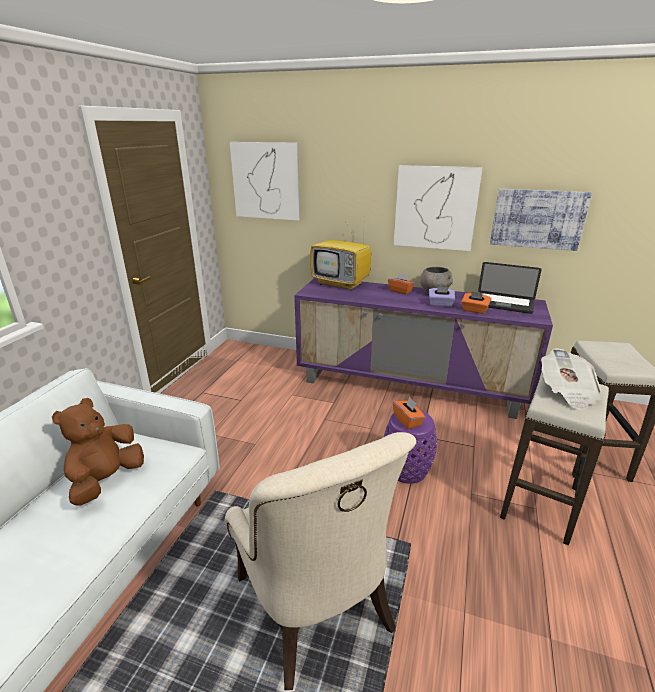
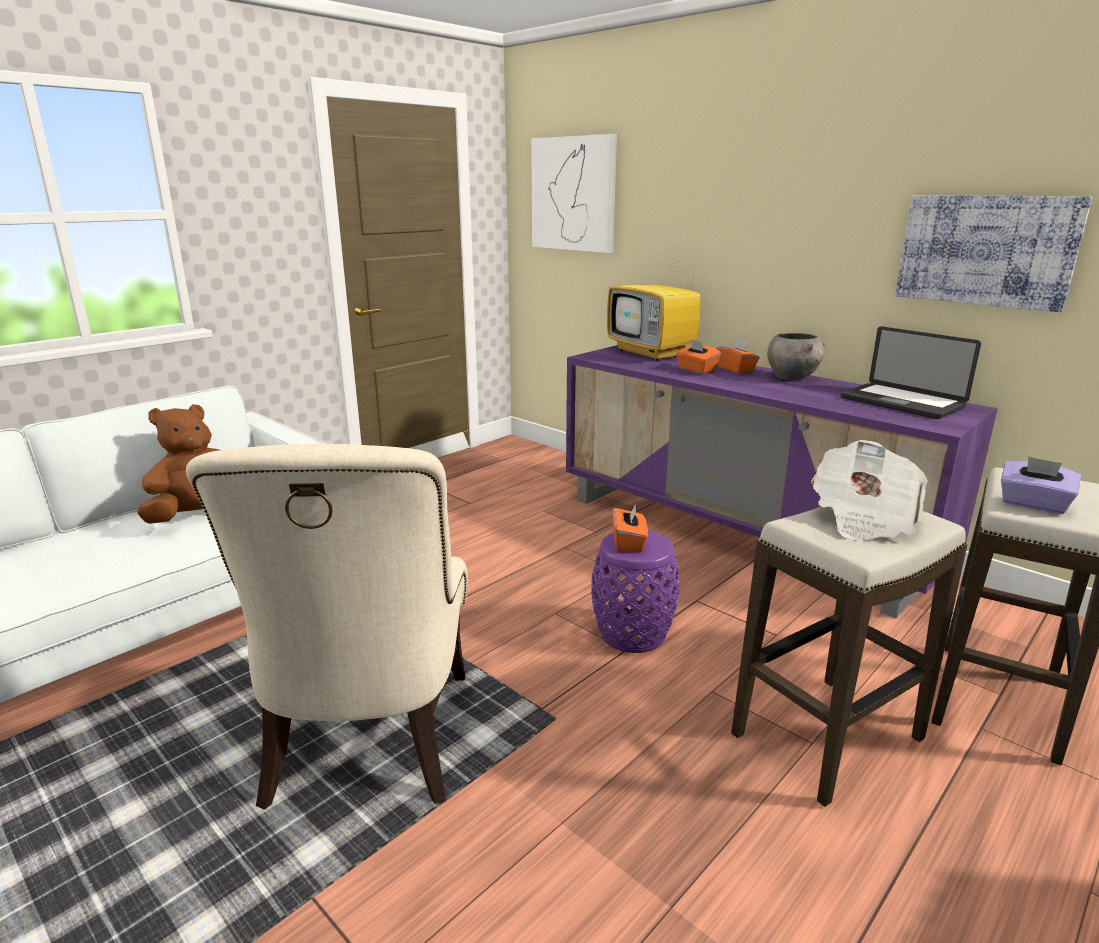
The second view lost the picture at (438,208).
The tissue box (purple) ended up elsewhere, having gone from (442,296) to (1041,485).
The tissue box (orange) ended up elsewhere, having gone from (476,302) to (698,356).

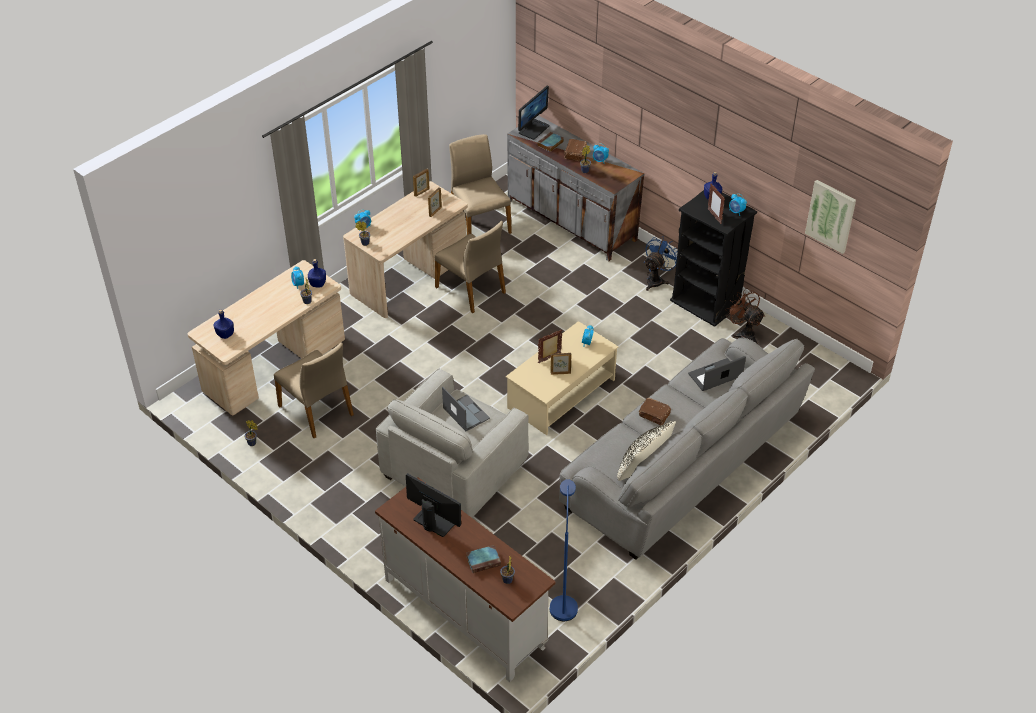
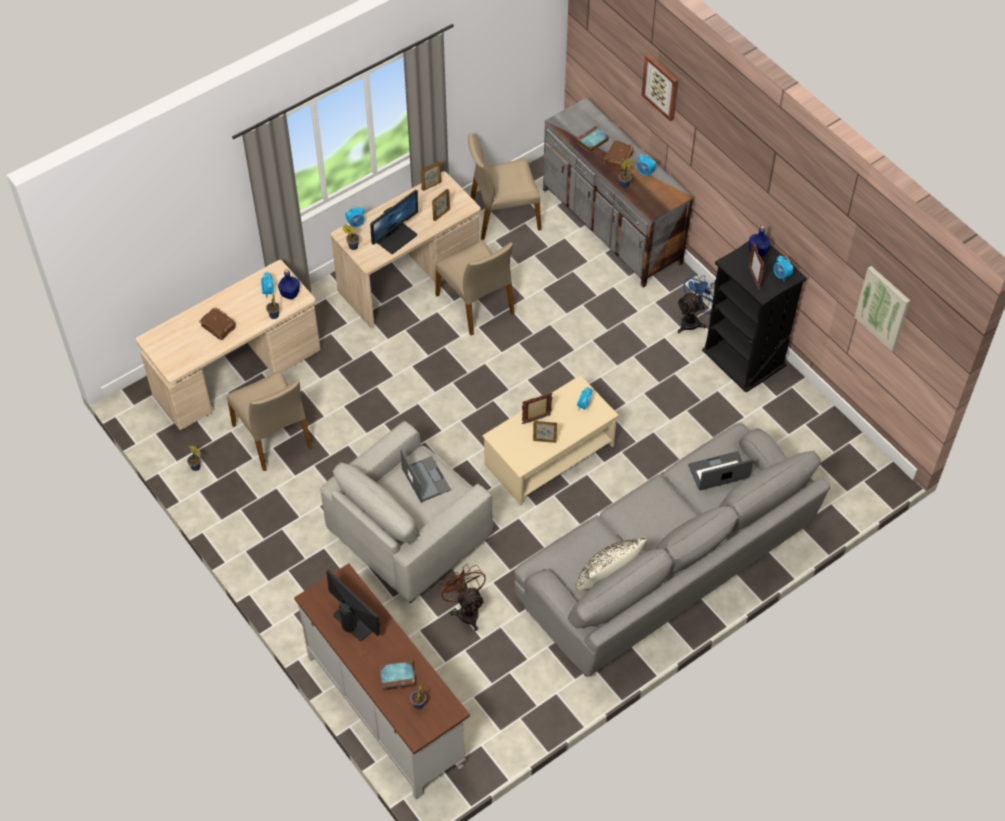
The second view lost the bottle (blue) at (224,324).
The chair (beige) at (480,184) ended up facing another way, 90 degrees counterclockwise from before.
The monitor ended up elsewhere, having gone from (533,113) to (394,222).
The second view lost the floor lamp (blue) at (564,550).
The book (brown) ended up elsewhere, having gone from (654,411) to (217,324).
The fan (brown) ended up elsewhere, having gone from (745,316) to (462,597).
The second view gained the picture at (660,88).

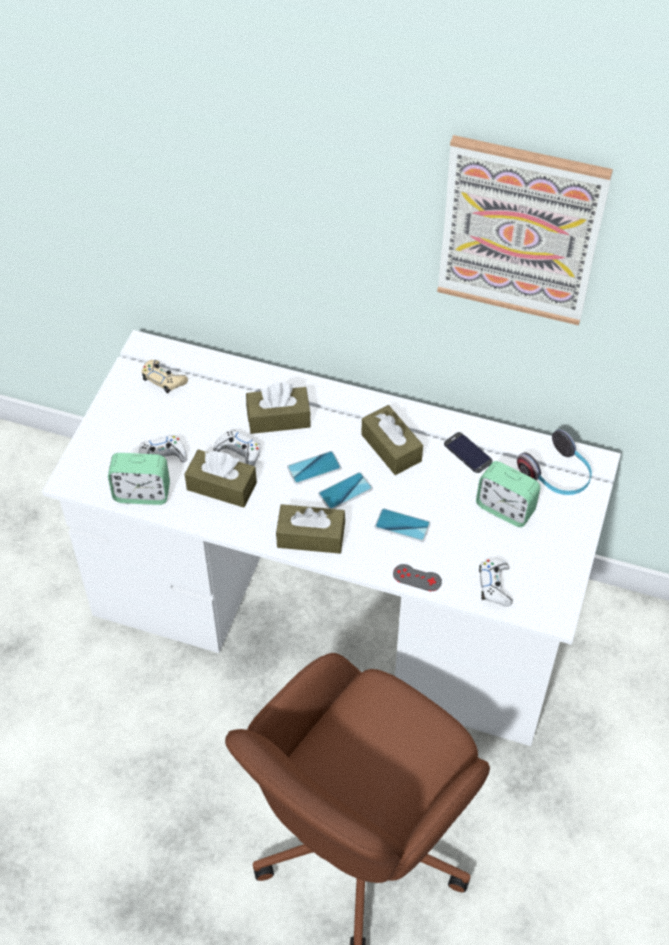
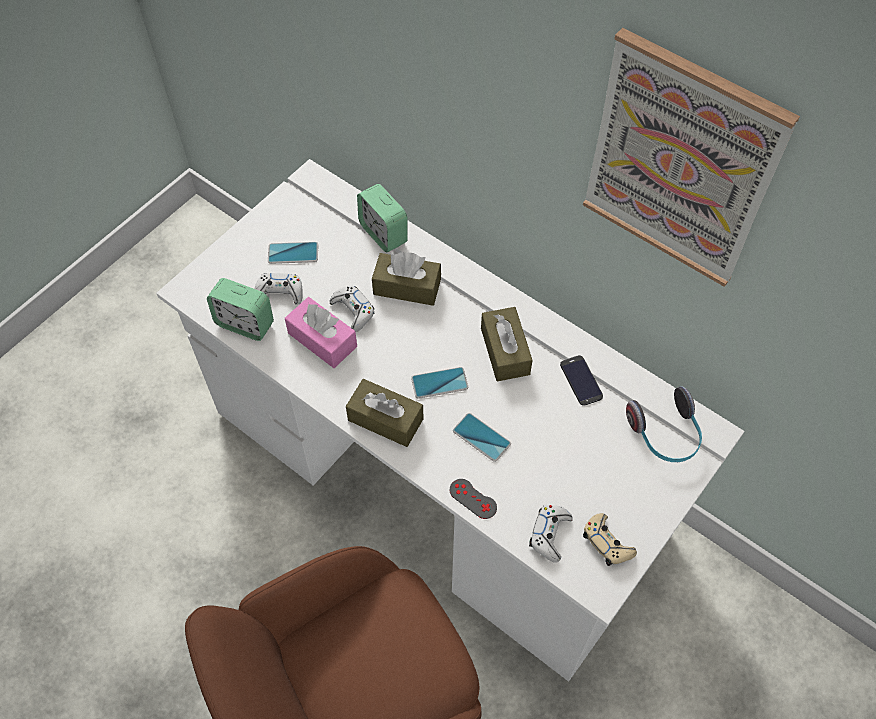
The game controller (beige) ended up elsewhere, having gone from (165,376) to (610,539).
What was the tissue box (brown) at (221,478) turned into the tissue box (pink) at (321,332).
The phone ended up elsewhere, having gone from (314,467) to (293,253).
The alarm clock ended up elsewhere, having gone from (508,494) to (382,218).

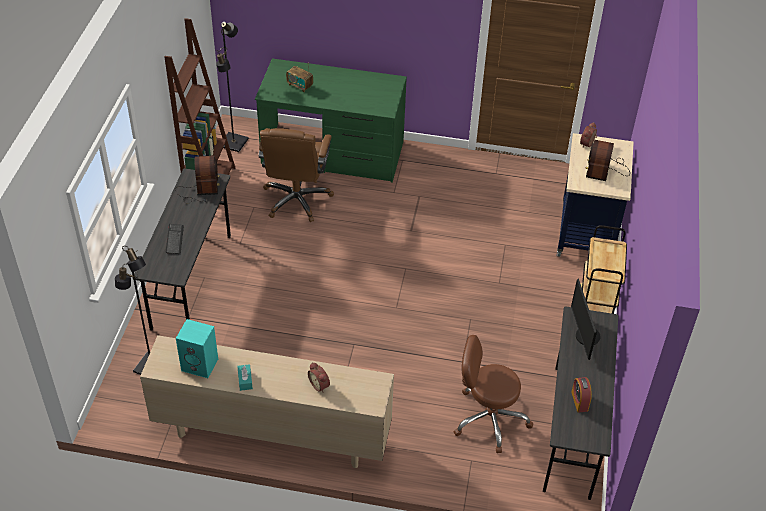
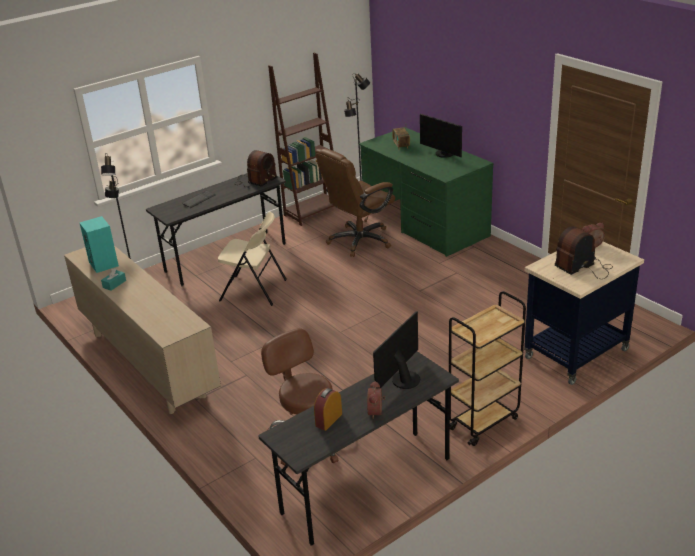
The alarm clock ended up elsewhere, having gone from (319,377) to (376,400).
The second view gained the chair (beige) at (252,259).
The second view gained the monitor at (441,136).

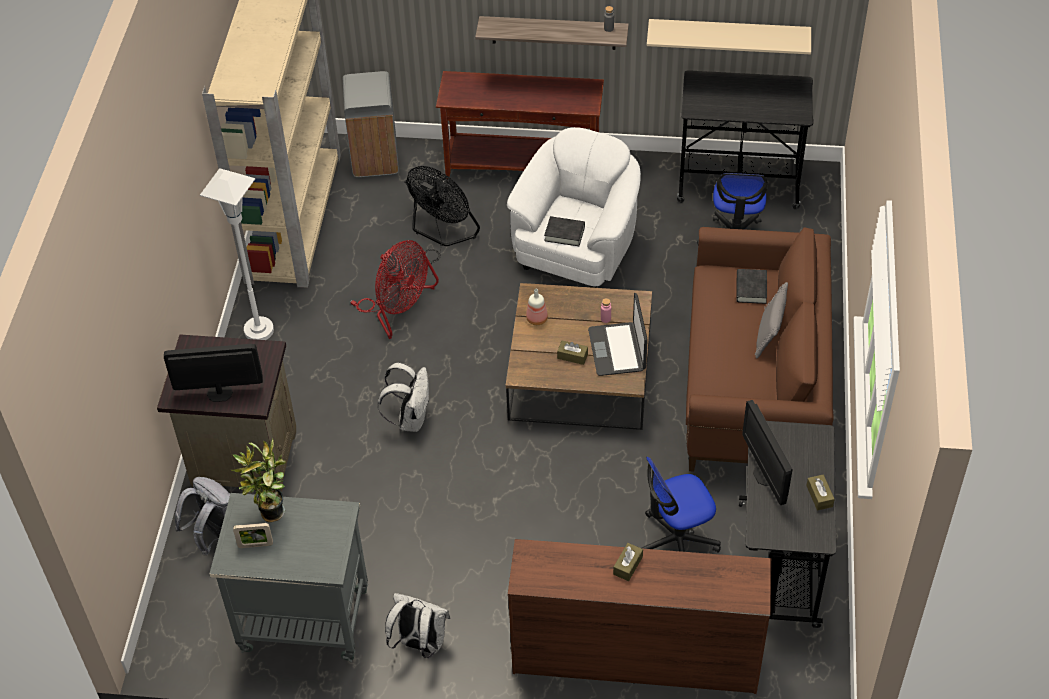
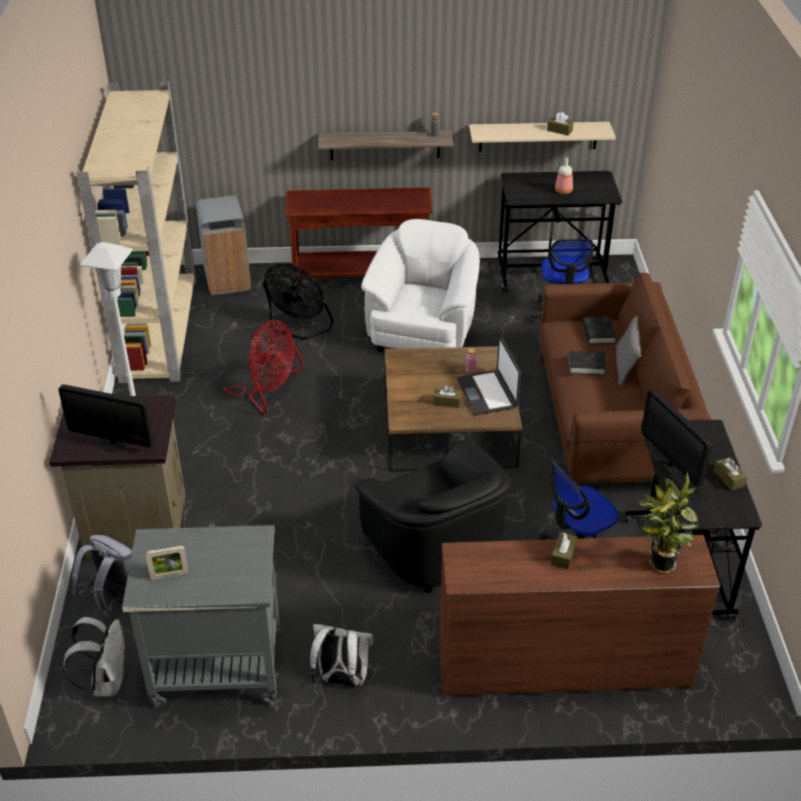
The monitor at (213,373) ended up facing another way, 150 degrees counterclockwise from before.
The potted plant ended up elsewhere, having gone from (259,480) to (668,523).
The backpack (white) ended up elsewhere, having gone from (403,397) to (94,657).
The bottle ended up elsewhere, having gone from (537,306) to (564,176).
The book (black) ended up elsewhere, having gone from (564,231) to (587,363).
The second view gained the armchair (black) at (433,516).
The second view gained the tissue box (brown) at (560,124).

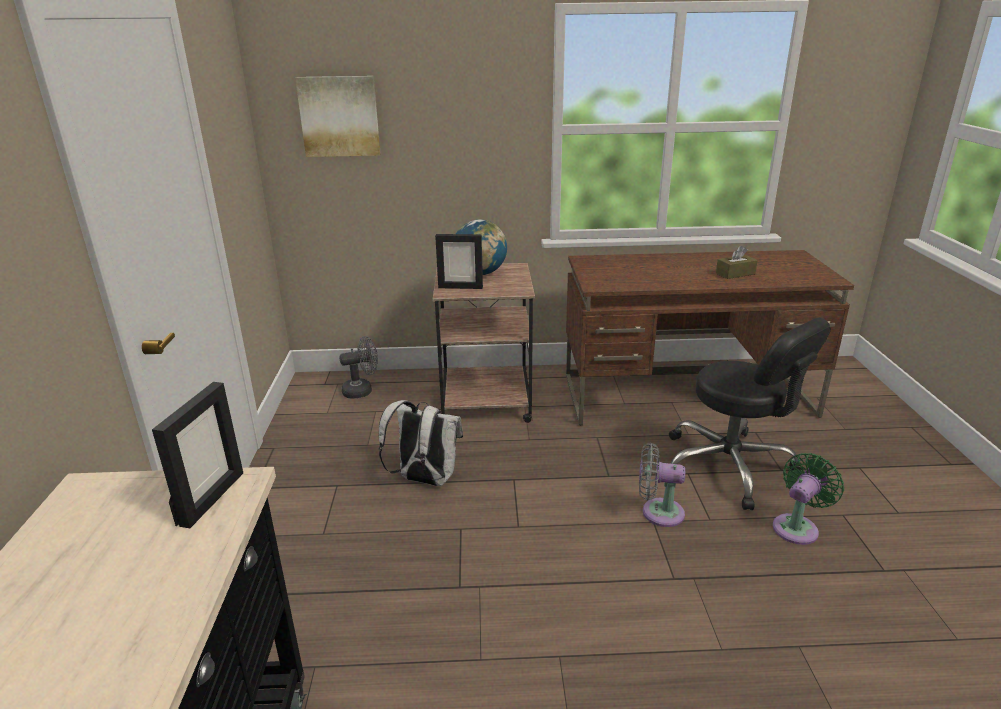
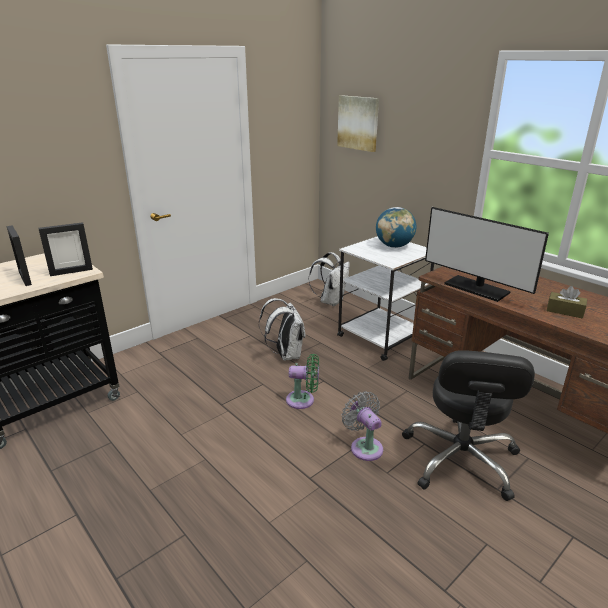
Where the fan (grey) stood at (358,367), the backpack (white) came to stand at (329,279).
What was the cart (brown) at (484,343) turned into the cart (white) at (385,298).
The picture frame ended up elsewhere, having gone from (459,261) to (19,255).
The fan (green) ended up elsewhere, having gone from (808,499) to (302,381).
The second view gained the monitor at (487,254).

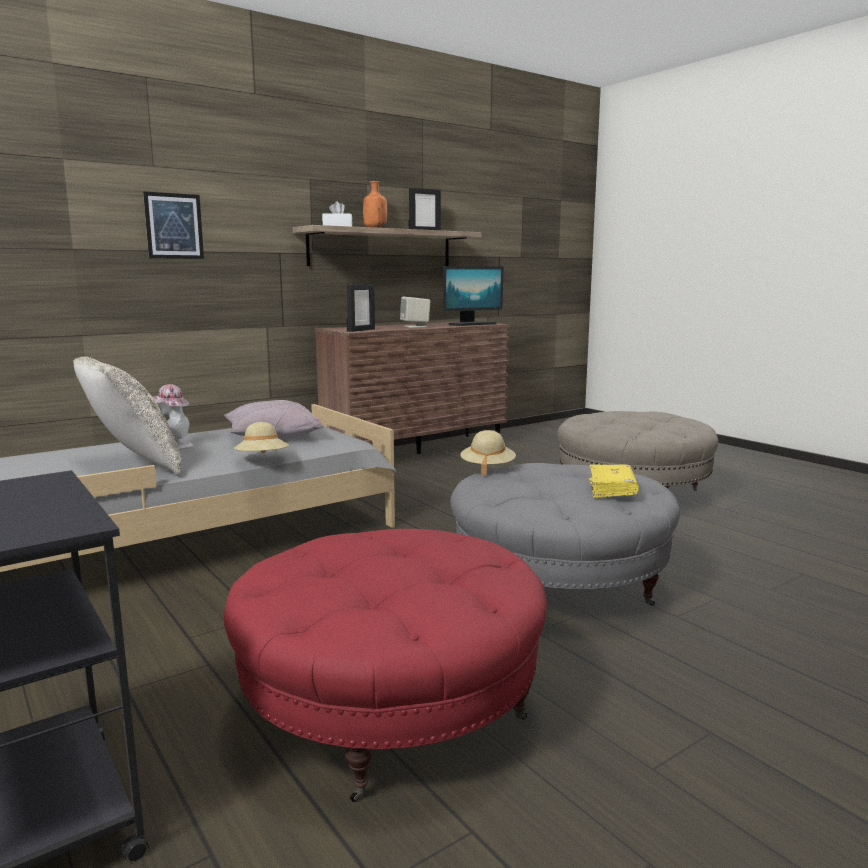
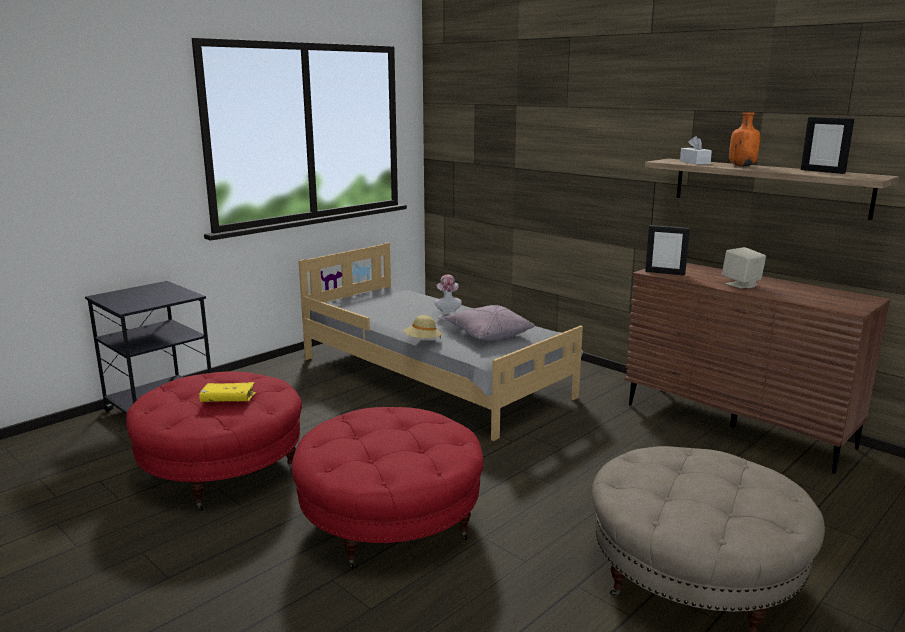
The second view lost the pillow (beige) at (127,415).
The second view lost the picture at (173,225).
The second view lost the monitor at (473,296).
What was the ottoman (grey) at (565,534) turned into the ottoman (red) at (388,487).
The second view lost the hat (beige) at (488,453).
The book (yellow) ended up elsewhere, having gone from (614,481) to (227,392).

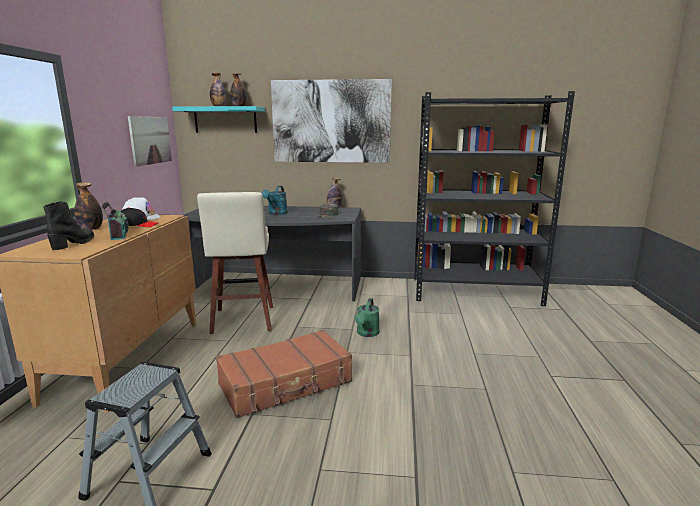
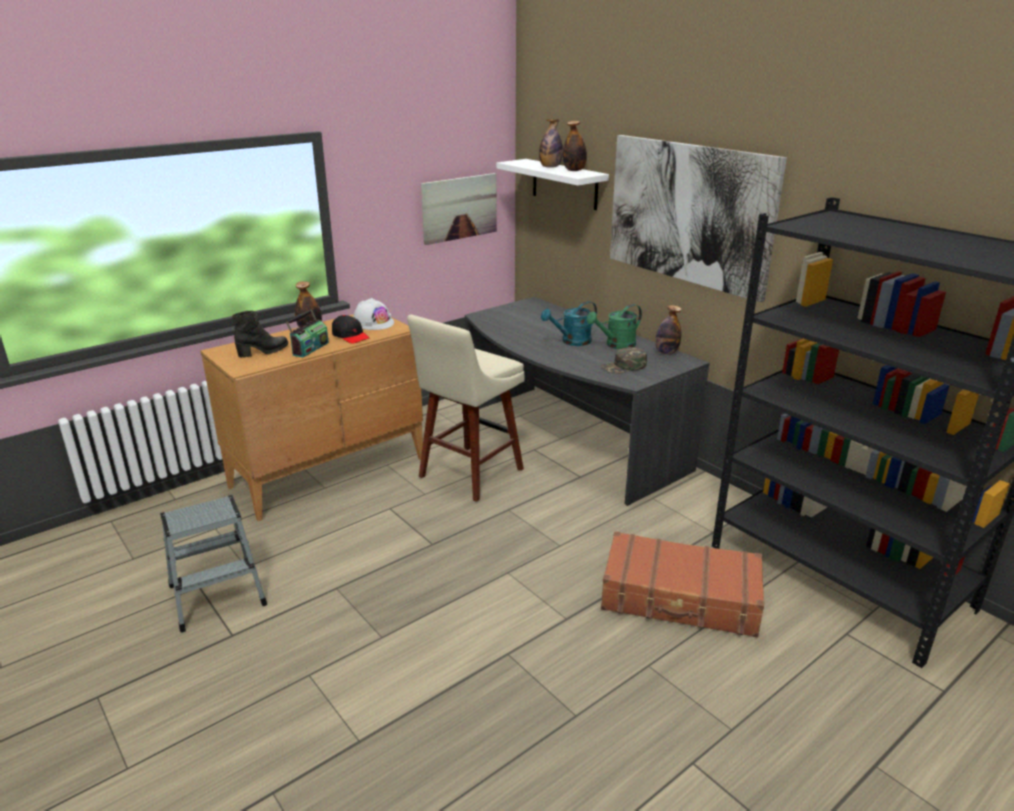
What was the shelf (turquoise) at (218,119) turned into the shelf (white) at (552,184).
The suitcase (brown) ended up elsewhere, having gone from (284,374) to (682,584).
The watering can (green) ended up elsewhere, having gone from (367,317) to (614,326).

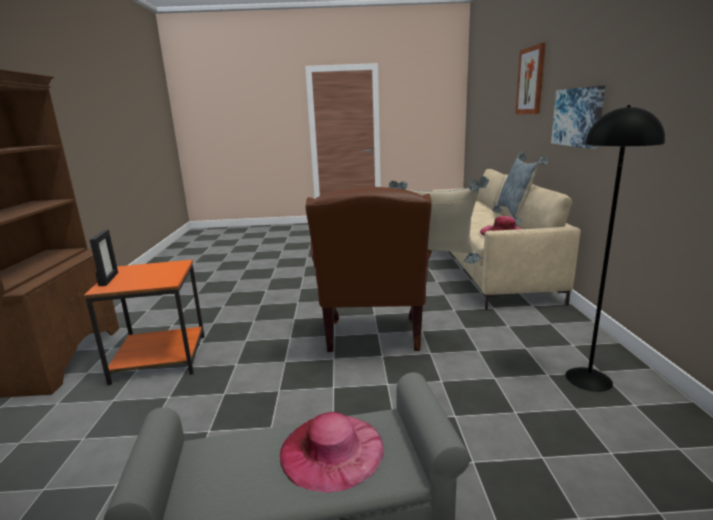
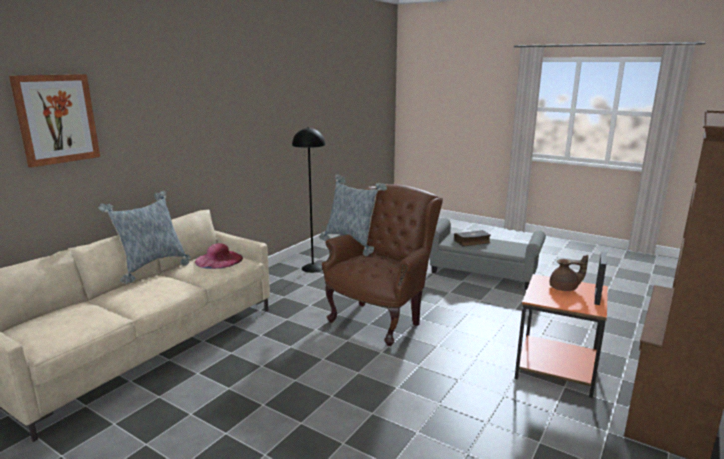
Where the hat (pink) stood at (332,452), the book came to stand at (472,238).
The second view lost the picture at (578,117).
The second view gained the teapot (brown) at (569,273).

